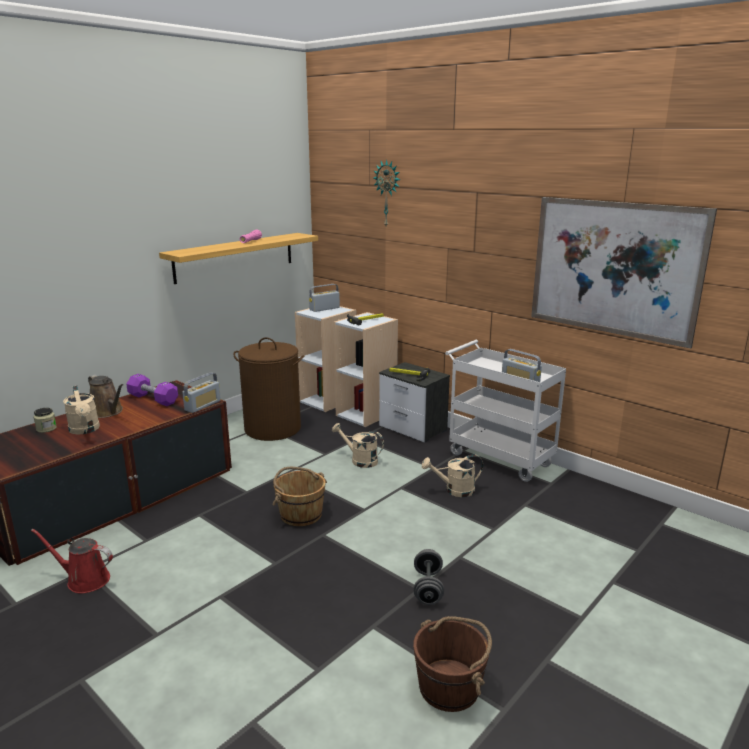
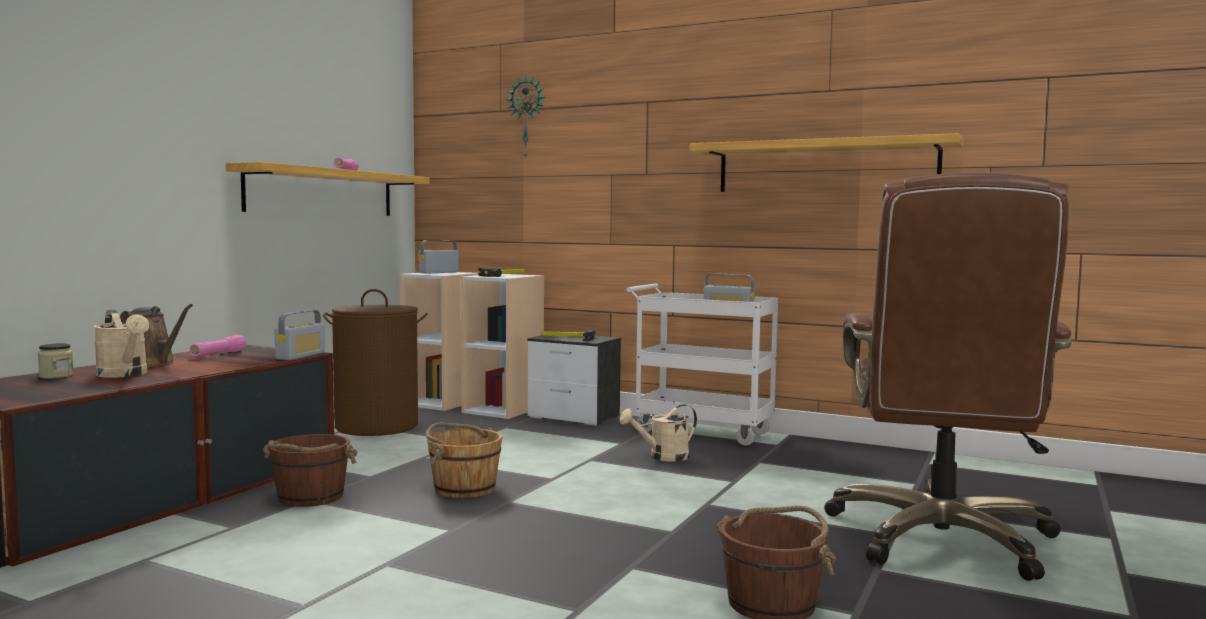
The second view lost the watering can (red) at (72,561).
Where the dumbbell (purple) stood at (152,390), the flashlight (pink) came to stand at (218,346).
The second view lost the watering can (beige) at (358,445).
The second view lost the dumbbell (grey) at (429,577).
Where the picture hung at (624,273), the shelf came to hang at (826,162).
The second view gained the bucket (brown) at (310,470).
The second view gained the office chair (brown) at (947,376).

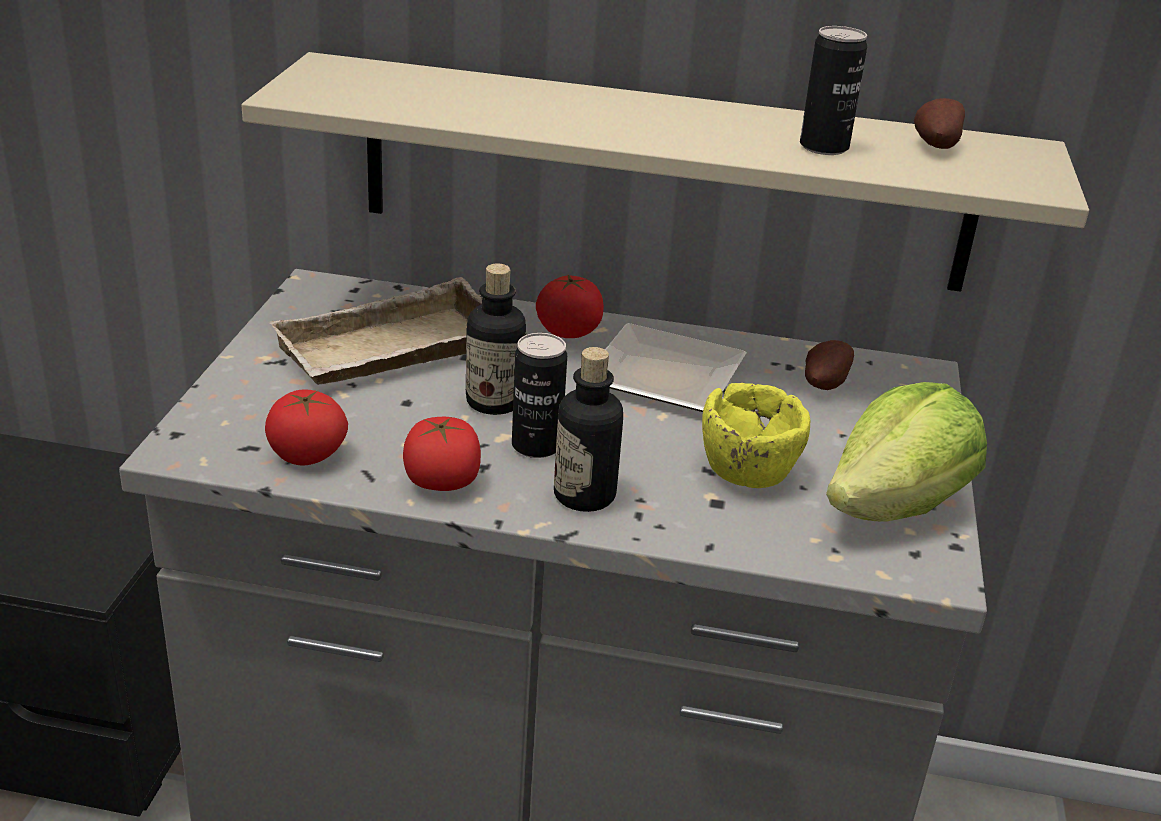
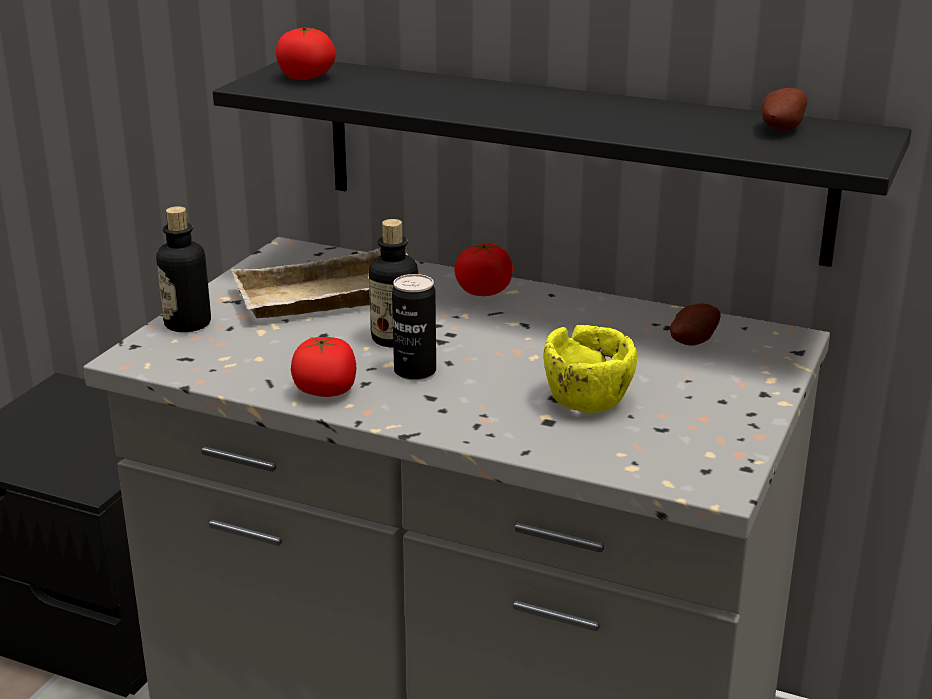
What was the shelf (beige) at (665,172) turned into the shelf (black) at (562,164).
The tomato ended up elsewhere, having gone from (306,427) to (306,54).
The bottle ended up elsewhere, having gone from (588,429) to (183,269).
The second view lost the plate at (676,367).
The second view lost the can at (833,90).
The second view lost the lettuce at (906,451).

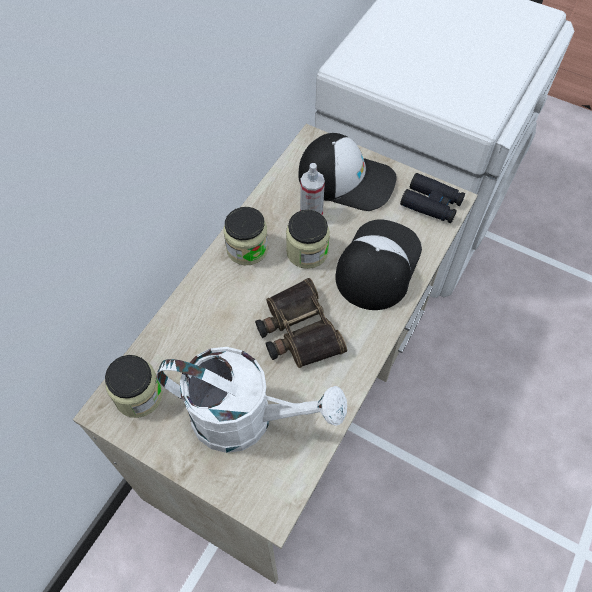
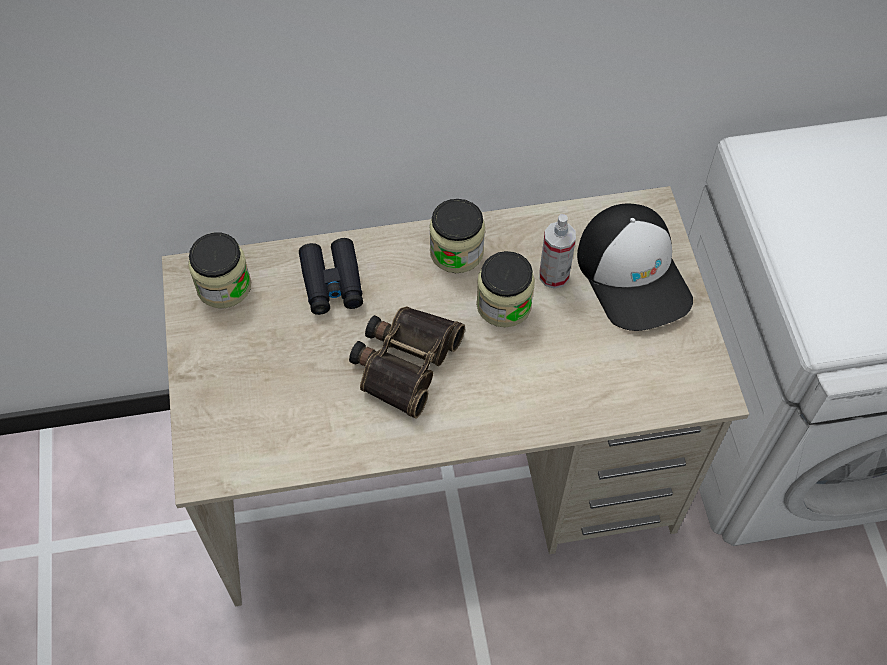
The second view lost the watering can (white) at (252,400).
The second view lost the cap at (378,264).
The binoculars (black) ended up elsewhere, having gone from (432,198) to (331,276).

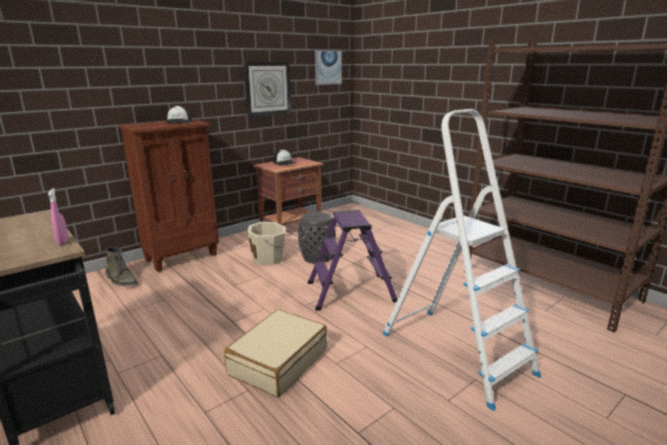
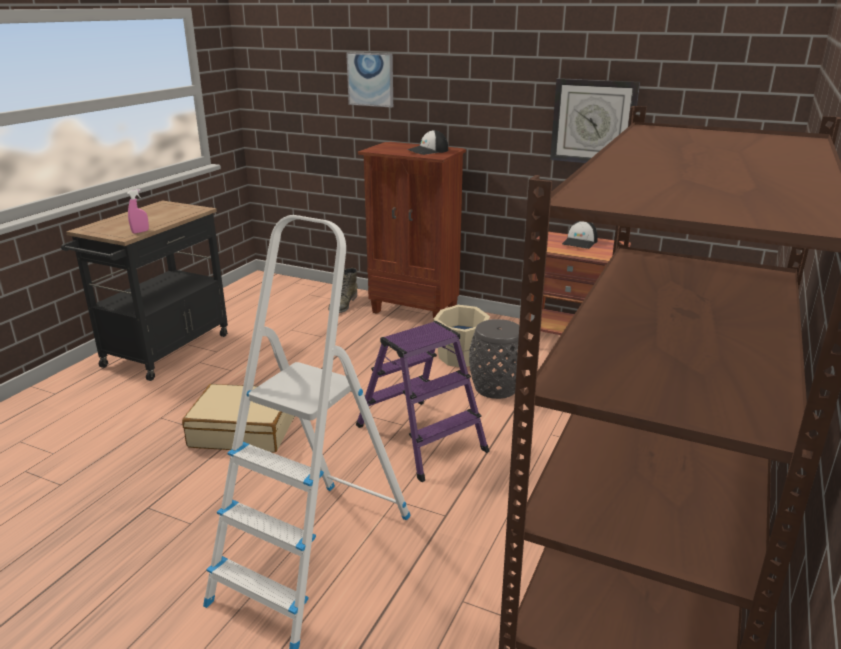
The picture ended up elsewhere, having gone from (328,67) to (369,80).

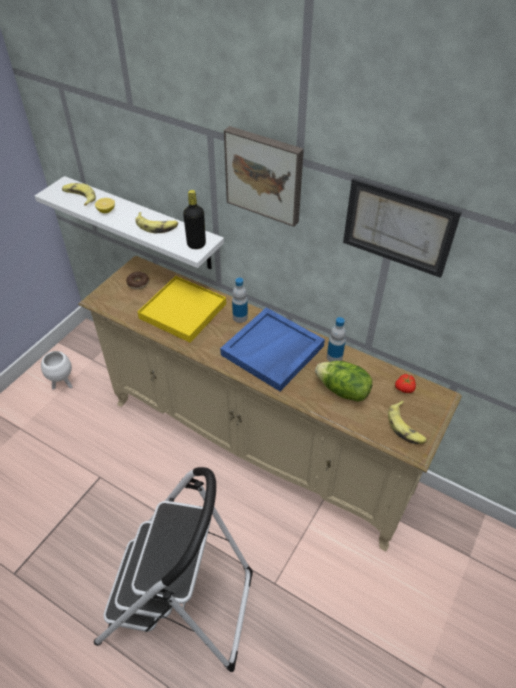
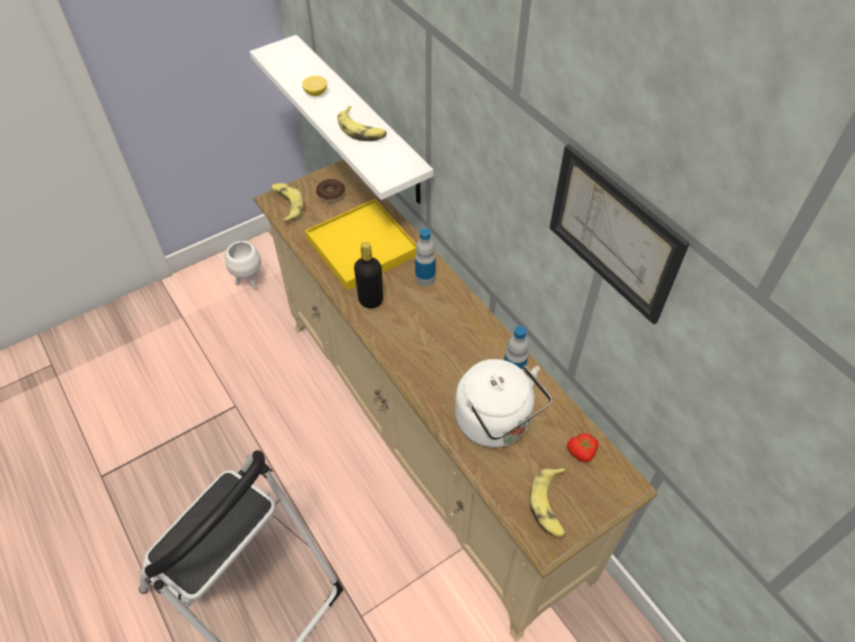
The banana ended up elsewhere, having gone from (79,194) to (287,203).
The bottle (black) ended up elsewhere, having gone from (194,219) to (368,275).
The second view lost the tray (blue) at (272,349).
The second view lost the picture at (264,176).
Where the lettuce stood at (343,381), the kettle (white) came to stand at (503,403).

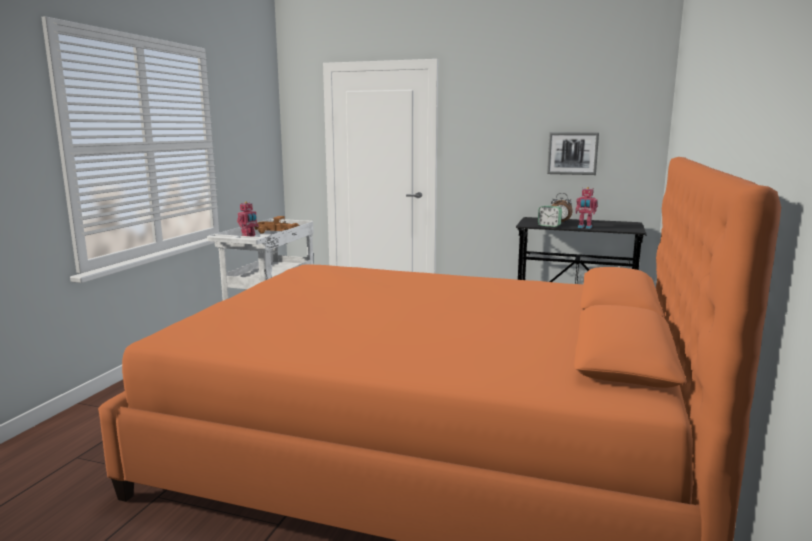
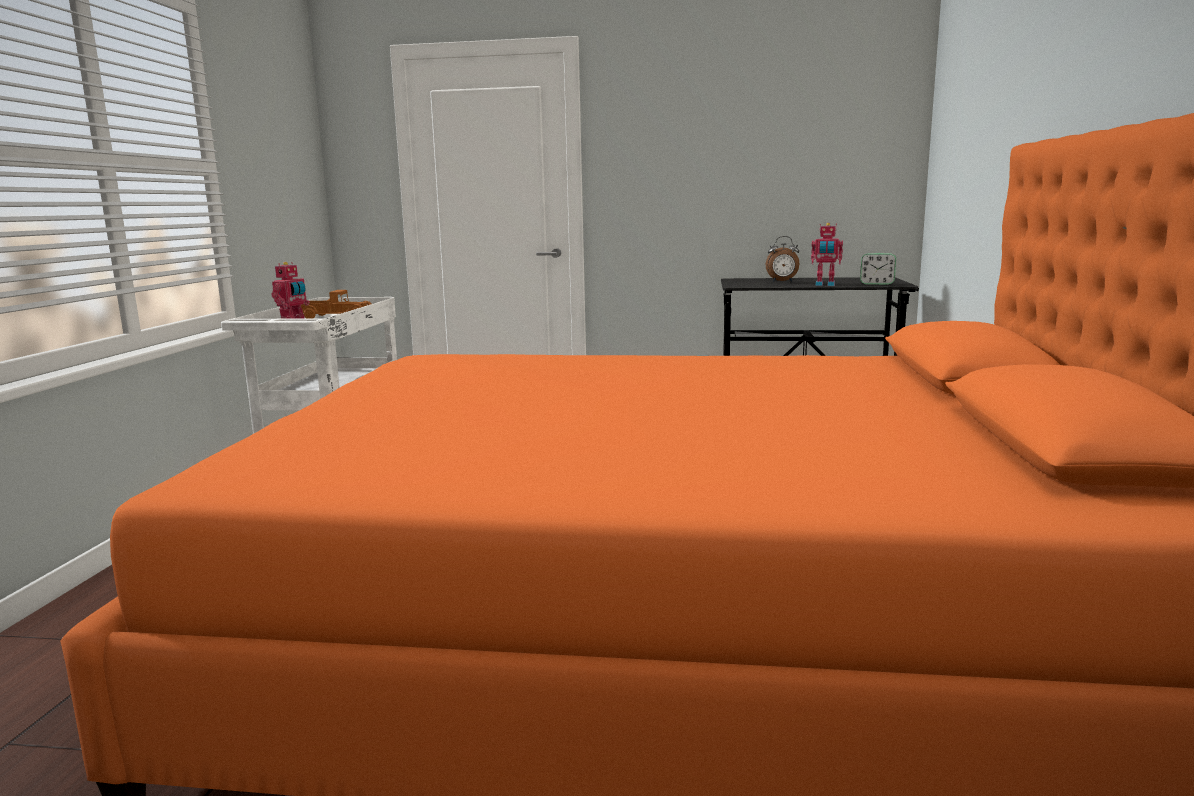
The alarm clock ended up elsewhere, having gone from (550,216) to (878,269).
The second view lost the picture at (573,153).

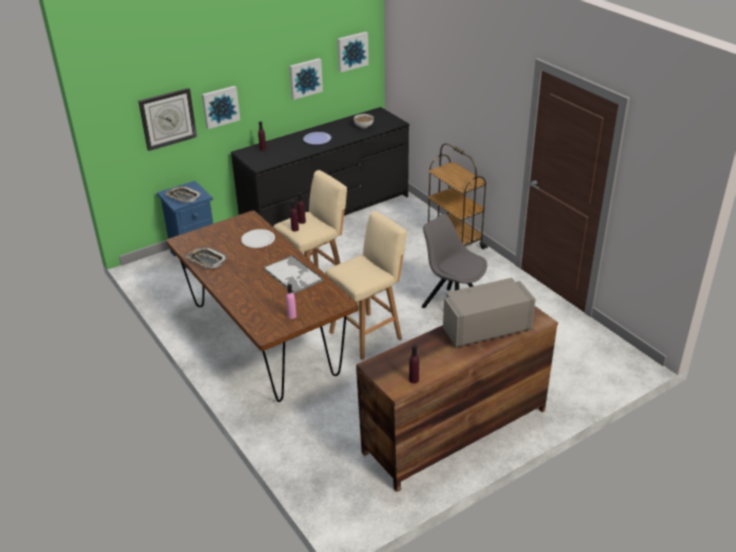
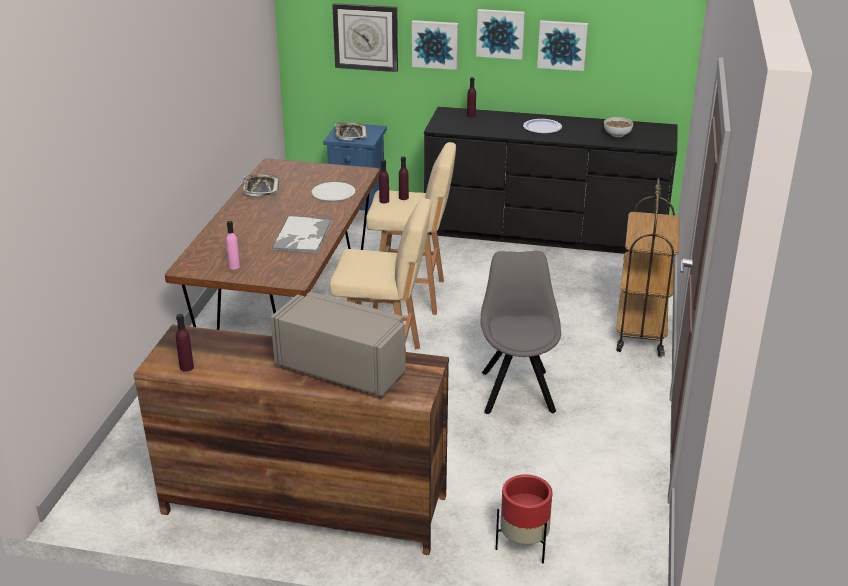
The picture ended up elsewhere, having gone from (353,52) to (500,34).
The second view gained the planter (red) at (523,518).

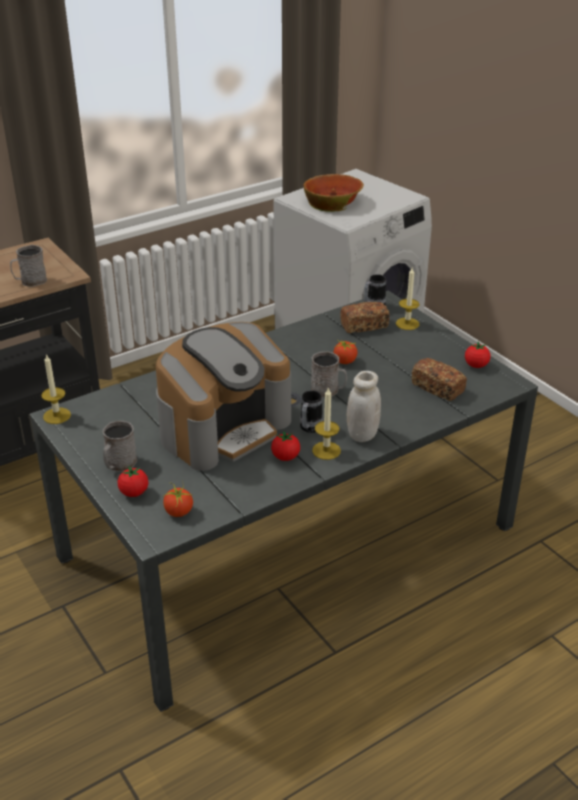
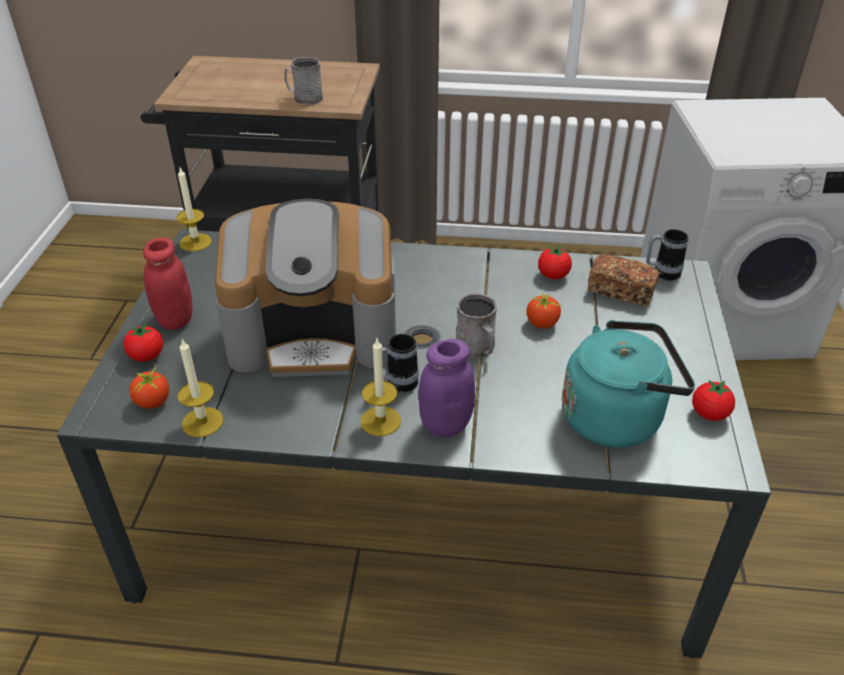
Where the mug (grey) stood at (120,446), the jar (red) came to stand at (167,284).
The tomato ended up elsewhere, having gone from (285,446) to (555,262).
The second view lost the bowl at (334,193).
What was the jar (white) at (364,406) turned into the jar (purple) at (447,388).
The candle ended up elsewhere, having gone from (407,299) to (200,387).
Where the bread stood at (439,379), the kettle (turquoise) came to stand at (628,384).

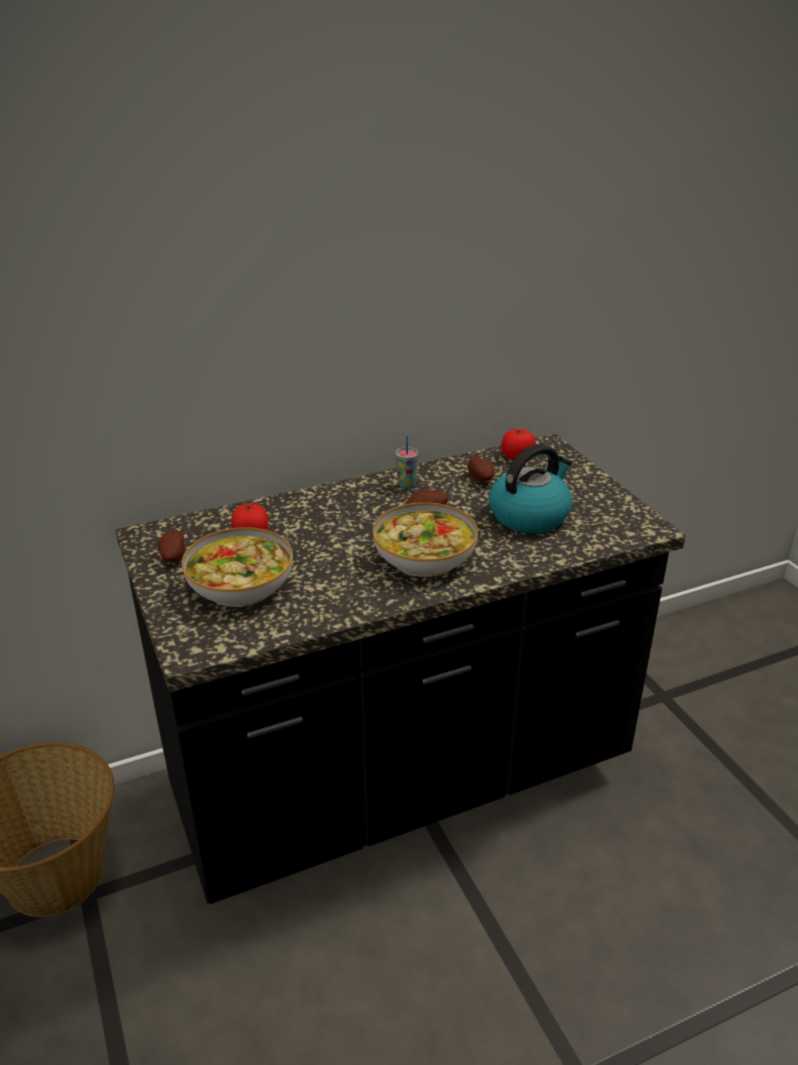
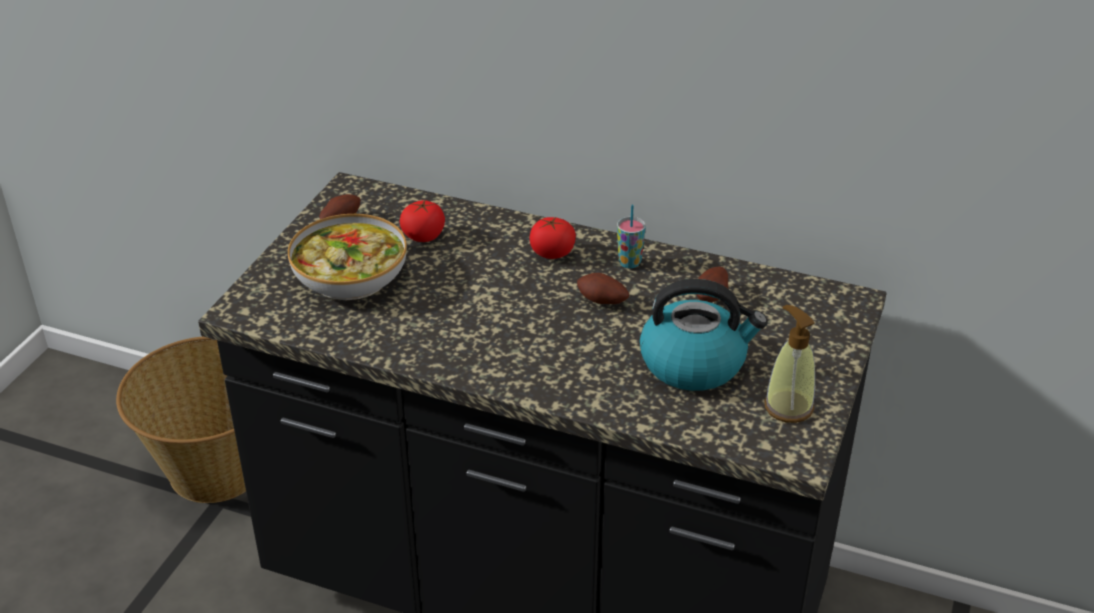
The second view lost the bowl at (425,539).
The tomato ended up elsewhere, having gone from (518,444) to (553,238).
The second view gained the soap dispenser at (789,364).

